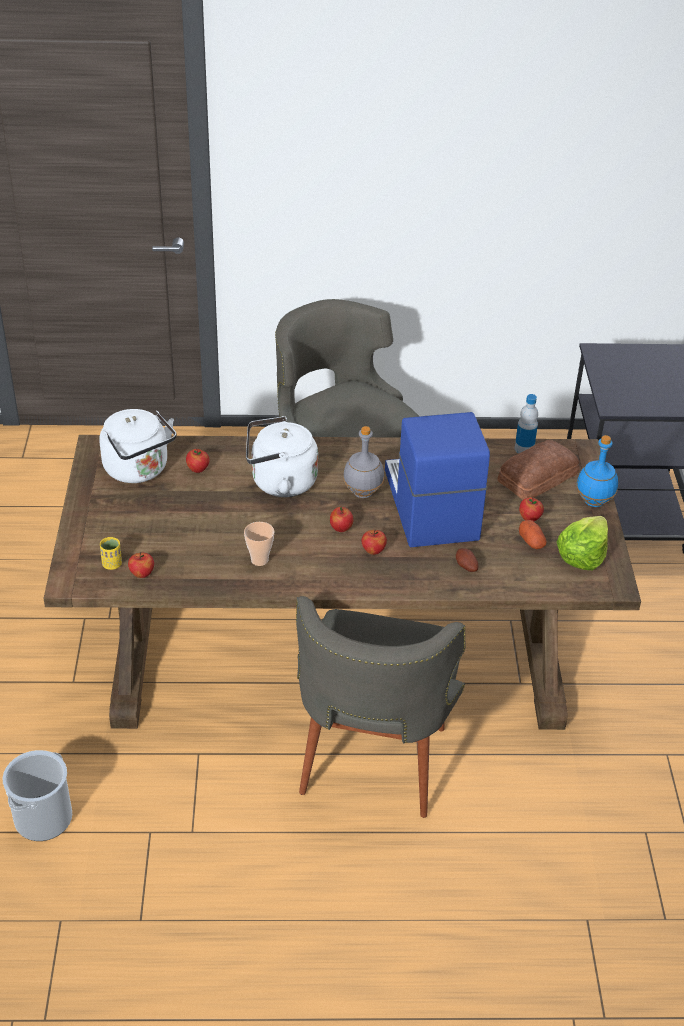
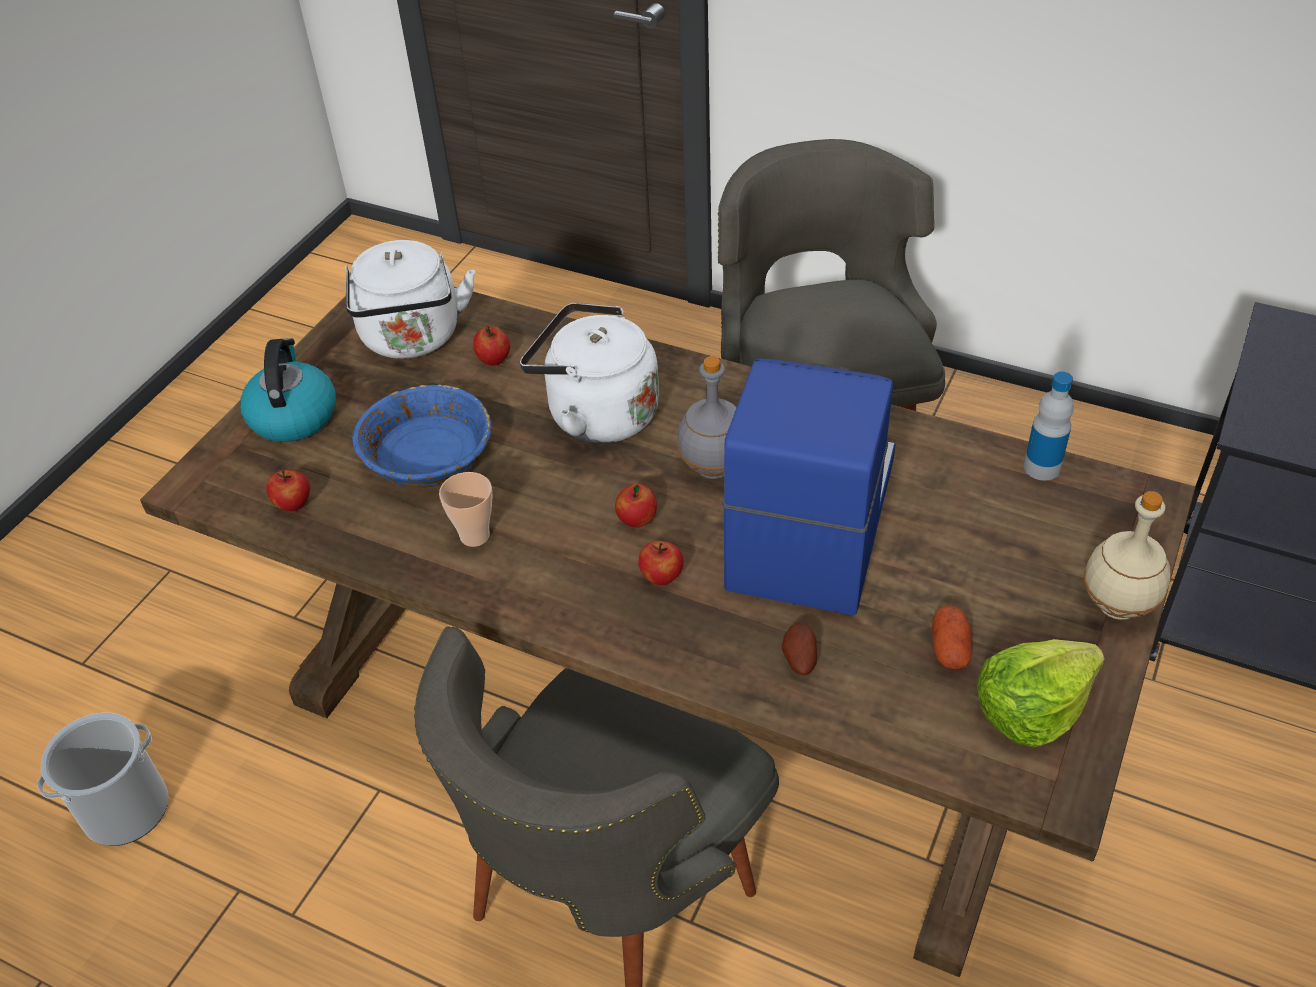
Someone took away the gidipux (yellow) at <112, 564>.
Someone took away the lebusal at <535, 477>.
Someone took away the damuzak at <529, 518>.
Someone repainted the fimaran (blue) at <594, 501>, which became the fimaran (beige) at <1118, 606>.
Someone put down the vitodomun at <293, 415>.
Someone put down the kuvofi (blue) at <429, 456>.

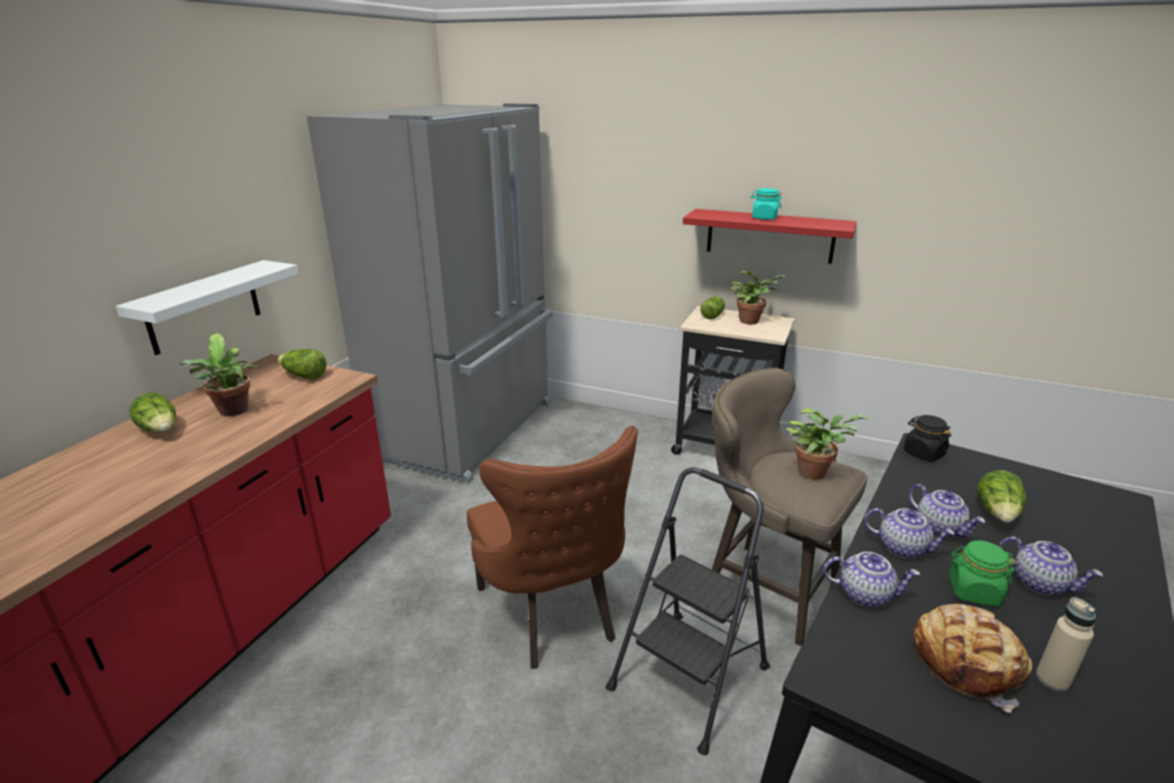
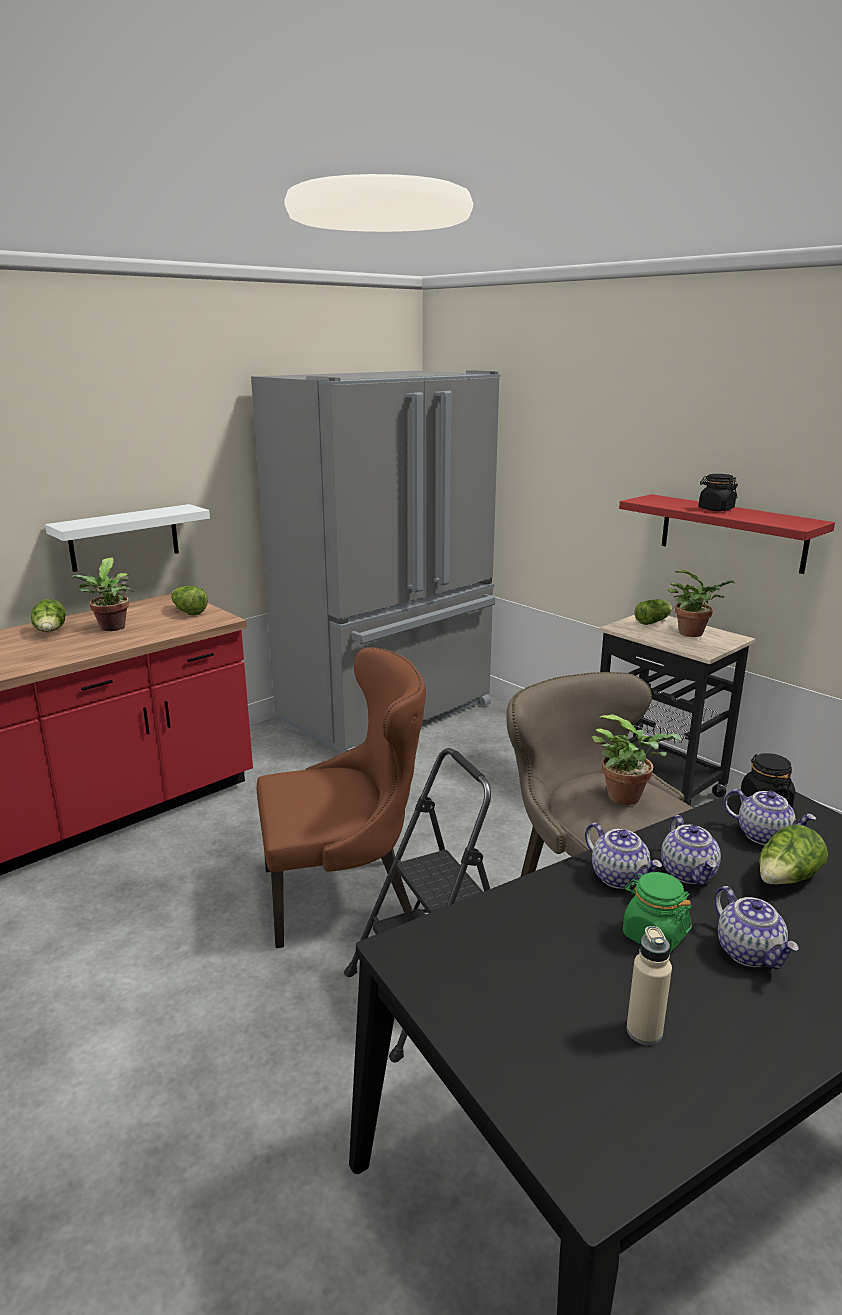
Someone rotated the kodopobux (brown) at <552, 614> by 105 degrees counterclockwise.
Someone repainted the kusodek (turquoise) at <764, 218>, which became the kusodek (black) at <715, 509>.
Someone carried the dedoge from <865, 594> to <764, 835>.
Someone took away the lebusal at <967, 663>.

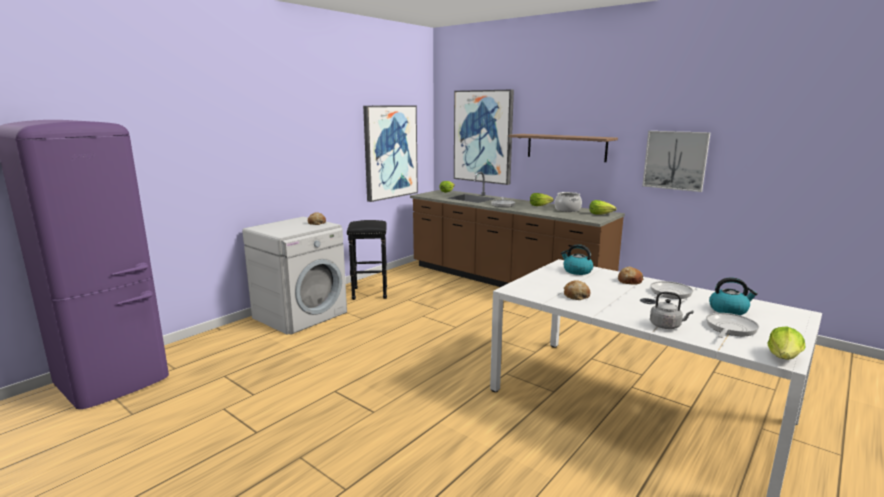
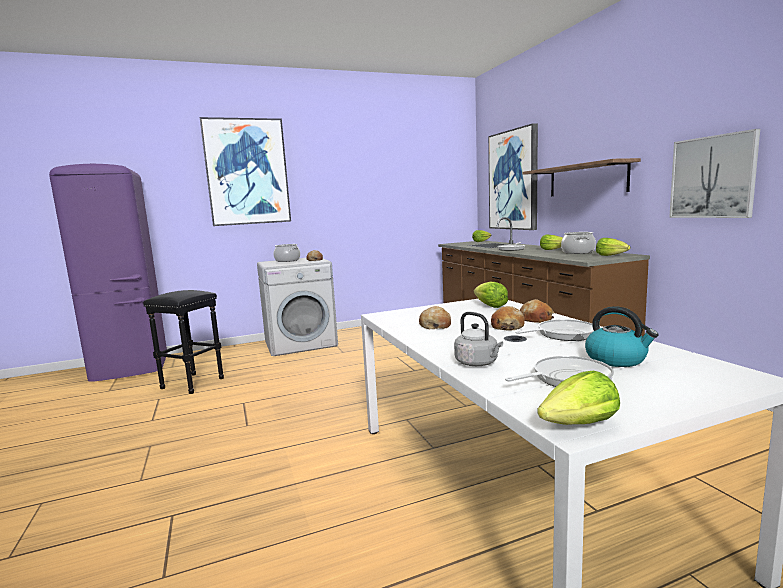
Someone carried the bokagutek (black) from <369, 293> to <192, 383>.
Someone carried the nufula from <390, 152> to <247, 172>.
Someone swapped the vitodomun at <577, 271> for the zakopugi at <490, 306>.
Someone put down the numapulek at <287, 260>.
Someone put down the lebusal at <507, 326>.

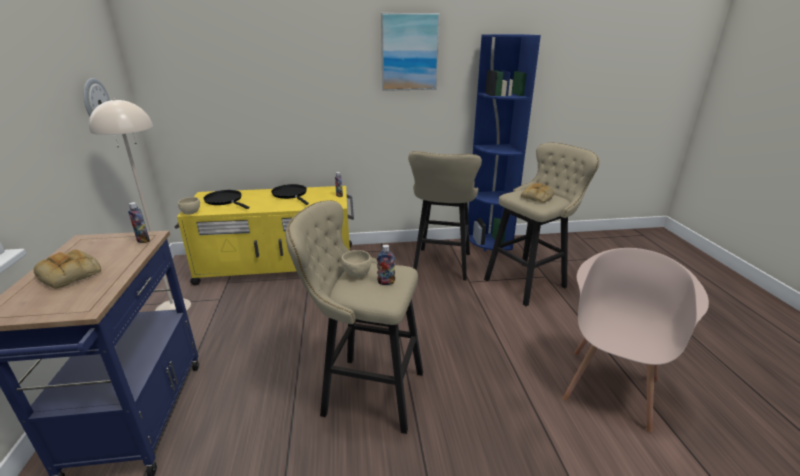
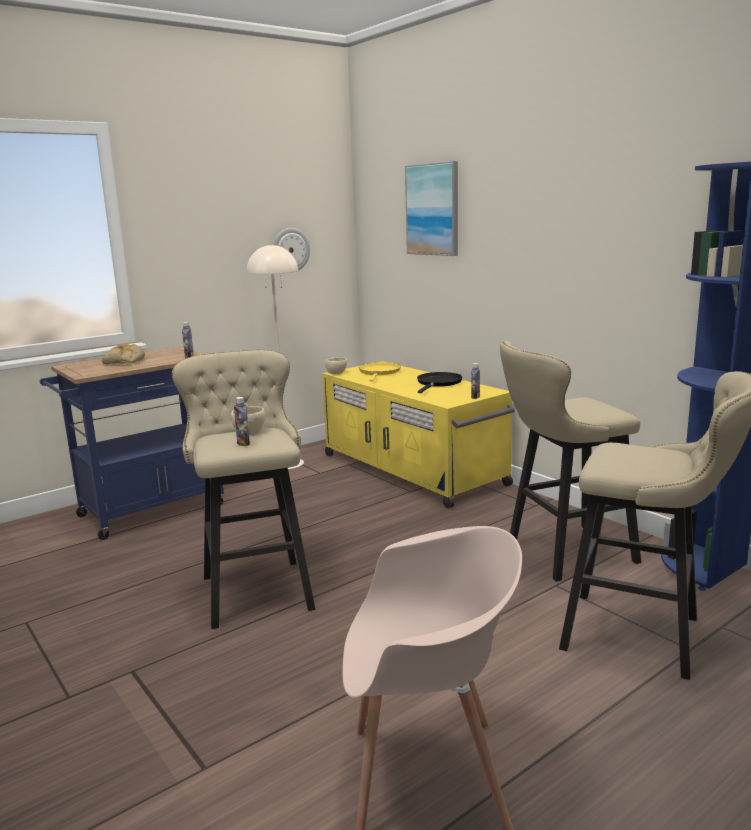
Someone repainted the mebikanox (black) at <225, 200>, which became the mebikanox (yellow) at <379, 372>.
Someone carried the nufula from <409, 52> to <433, 209>.
Someone took away the lebusal at <537, 197>.

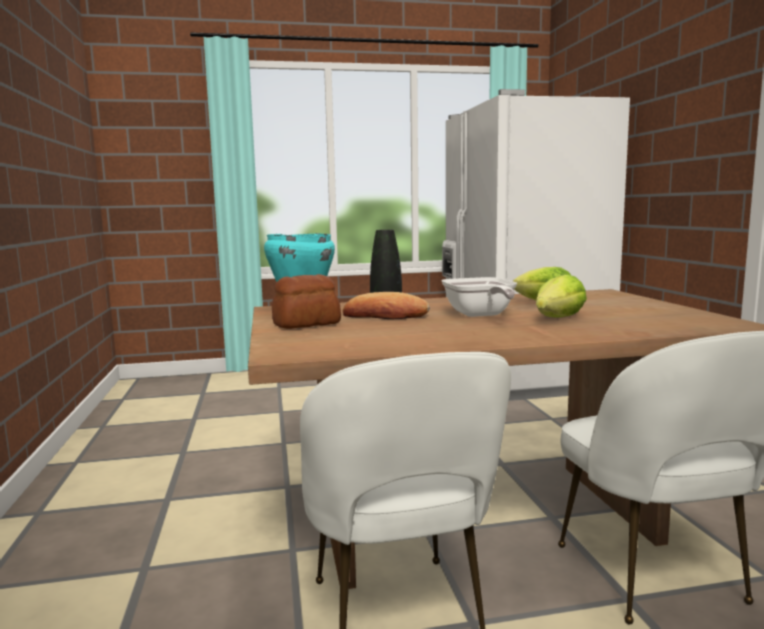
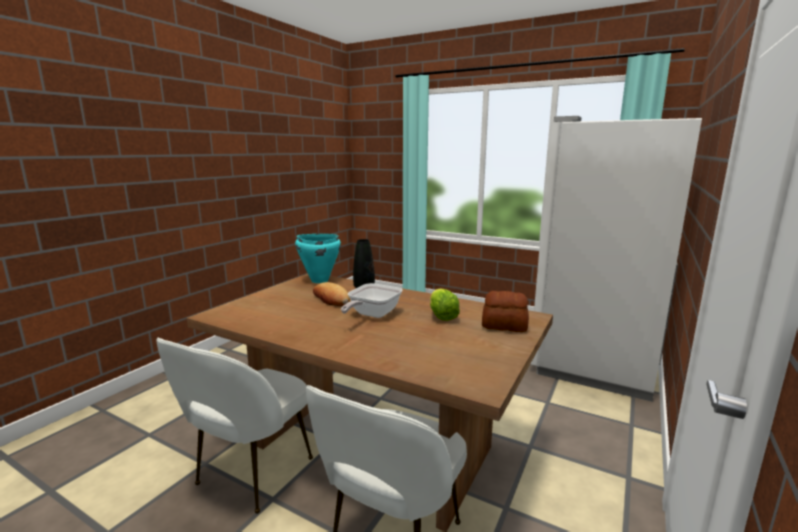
Someone carried the lebusal from <305, 324> to <503, 325>.
Someone took away the zakopugi at <559, 318>.

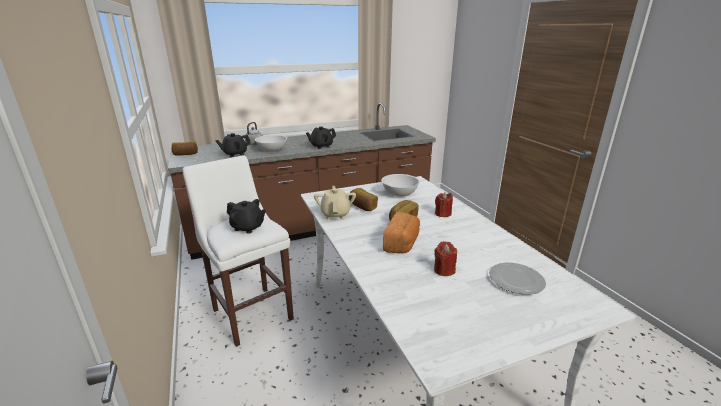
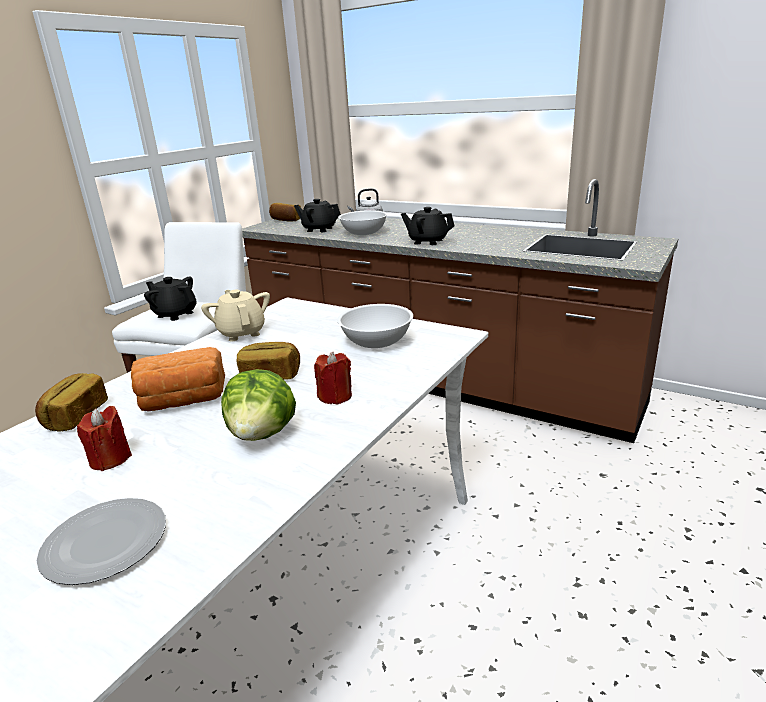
Someone rotated the dedoge (black) at <248, 227> by 135 degrees clockwise.
Someone rotated the dedoge (beige) at <335, 214> by 75 degrees counterclockwise.
Someone carried the lebusal from <362, 207> to <75, 416>.
Someone put down the zakopugi at <263, 434>.

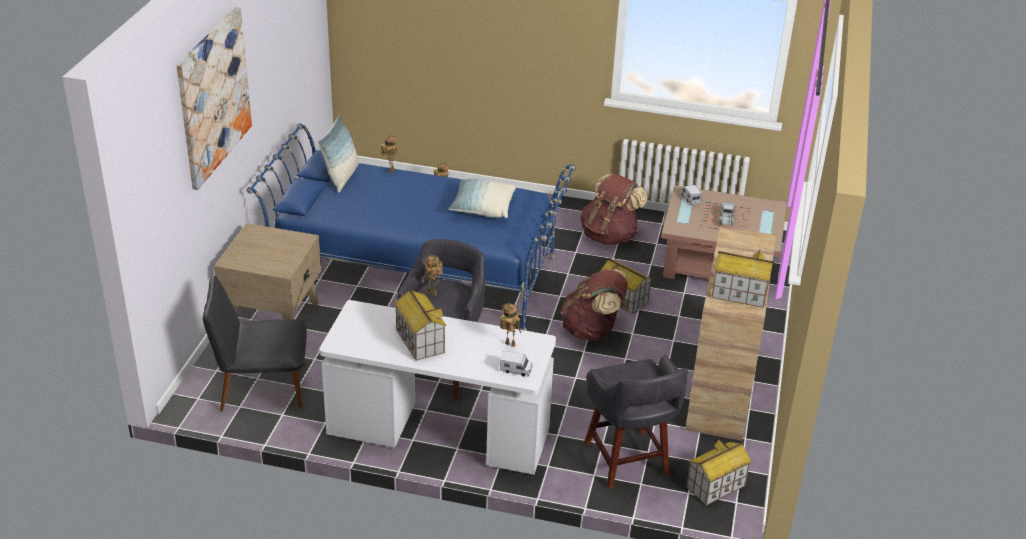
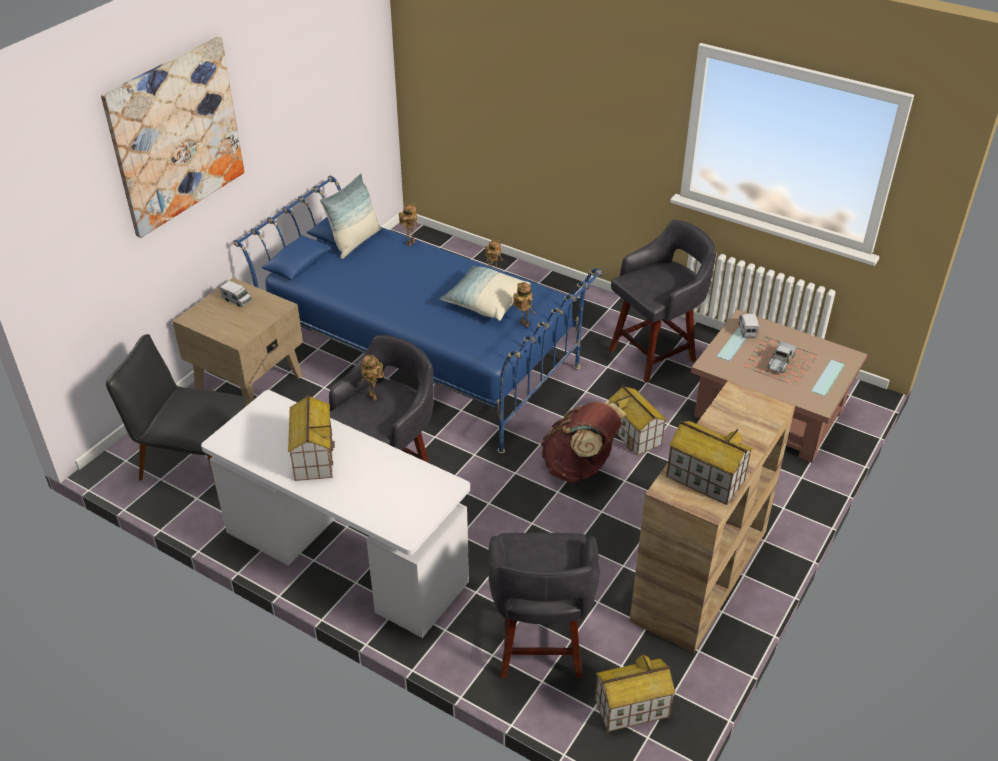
Someone carried the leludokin from <508, 345> to <523, 324>.
Someone carried the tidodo from <516, 370> to <237, 300>.
Someone swapped the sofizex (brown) at <609, 236> for the bokagutek (grey) at <655, 354>.

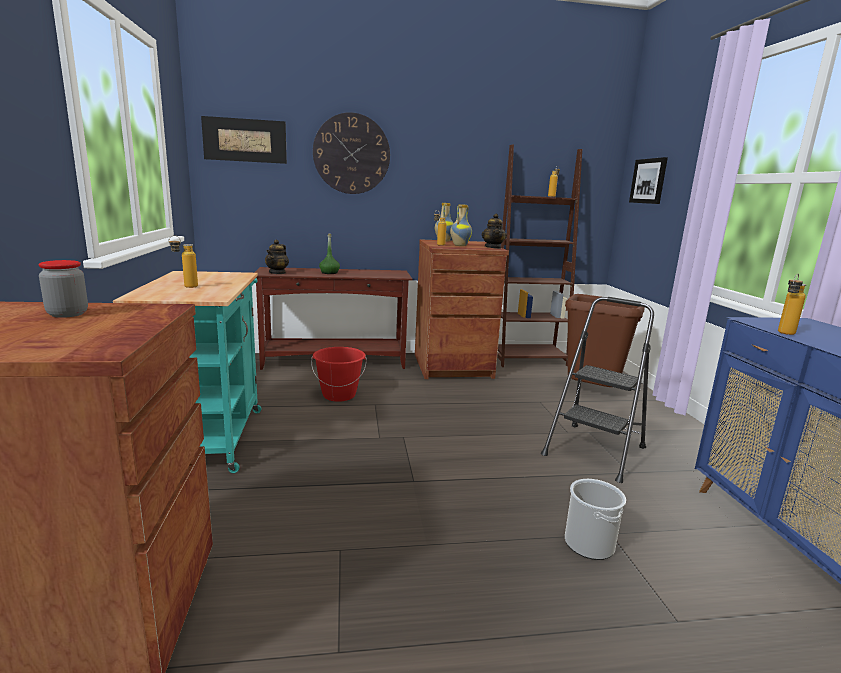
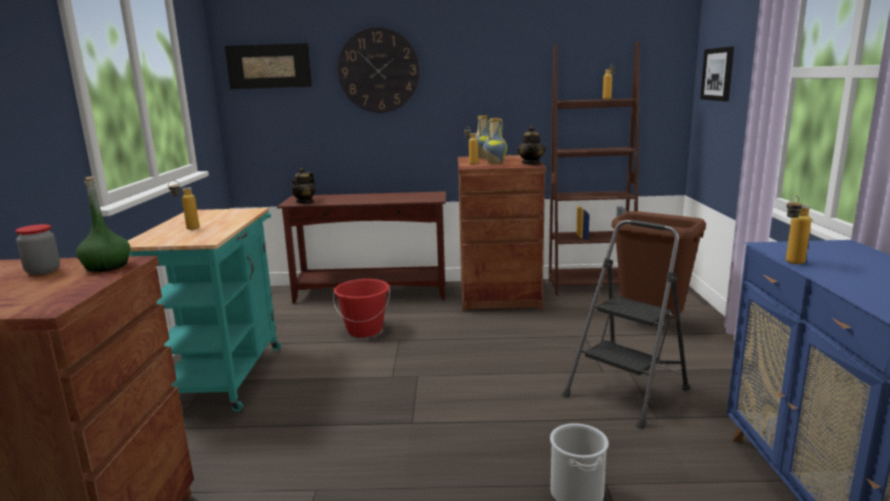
Someone carried the fimaran (green) from <329, 273> to <107, 266>.

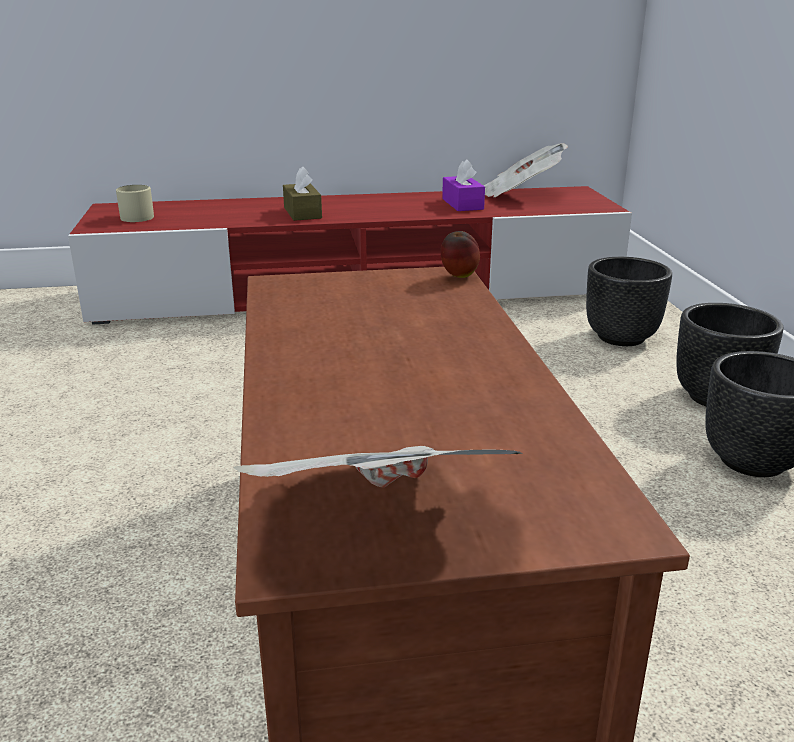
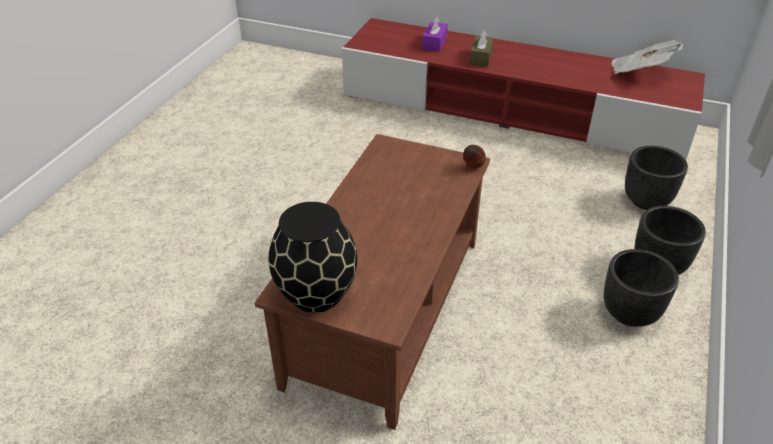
Someone took away the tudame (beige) at <134, 217>.
Someone swapped the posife at <383, 522> for the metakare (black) at <316, 292>.
Someone carried the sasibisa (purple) from <462, 204> to <434, 43>.

